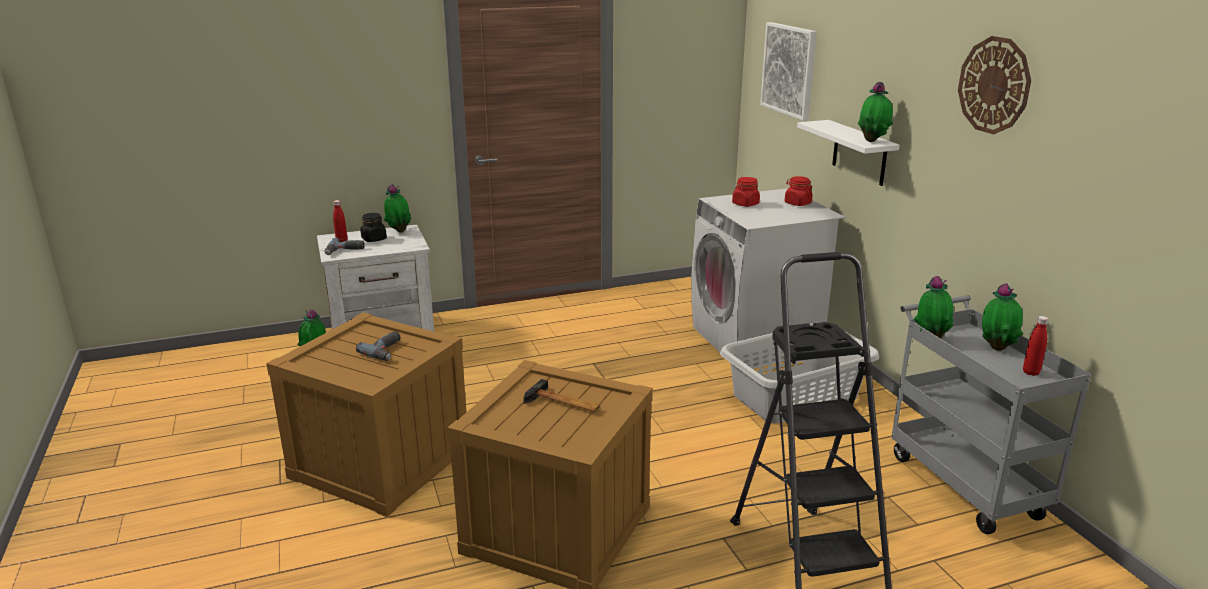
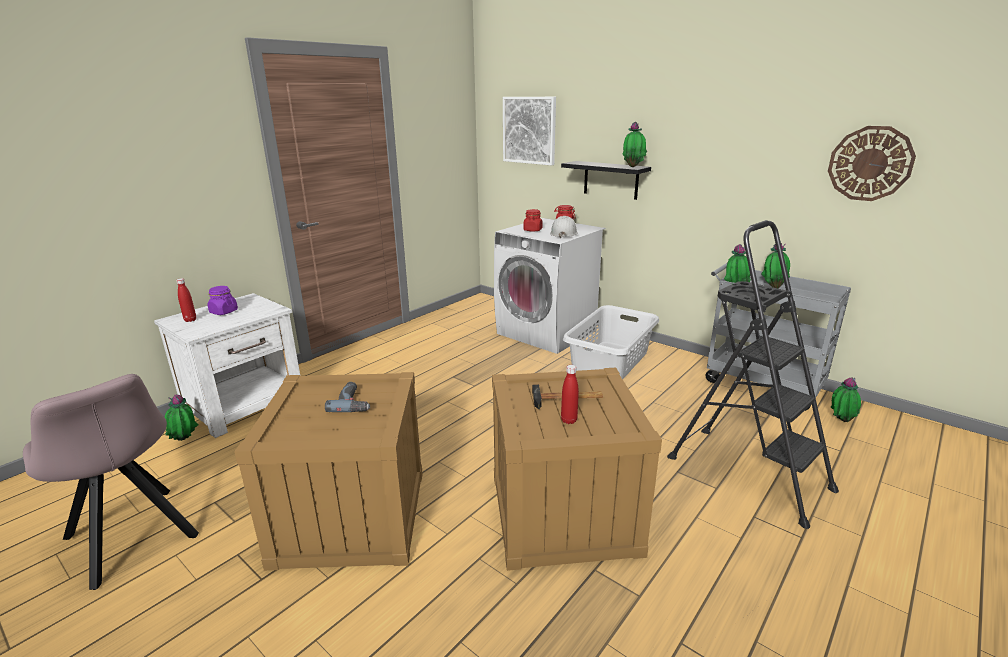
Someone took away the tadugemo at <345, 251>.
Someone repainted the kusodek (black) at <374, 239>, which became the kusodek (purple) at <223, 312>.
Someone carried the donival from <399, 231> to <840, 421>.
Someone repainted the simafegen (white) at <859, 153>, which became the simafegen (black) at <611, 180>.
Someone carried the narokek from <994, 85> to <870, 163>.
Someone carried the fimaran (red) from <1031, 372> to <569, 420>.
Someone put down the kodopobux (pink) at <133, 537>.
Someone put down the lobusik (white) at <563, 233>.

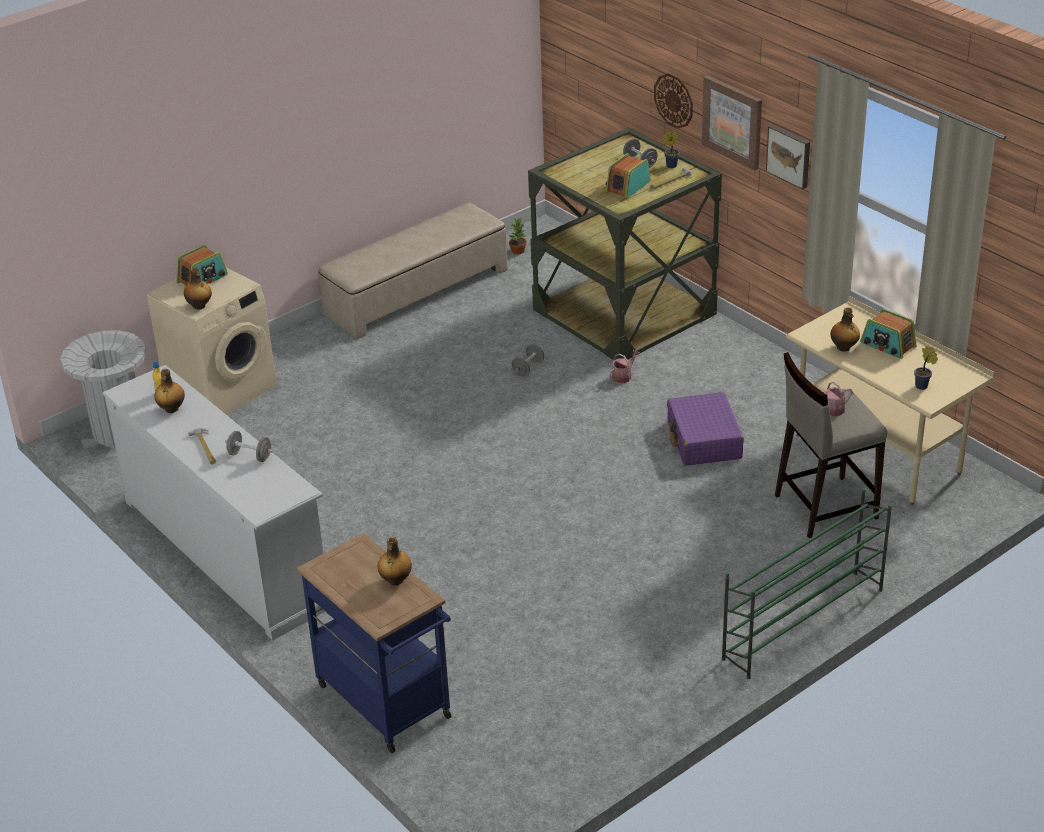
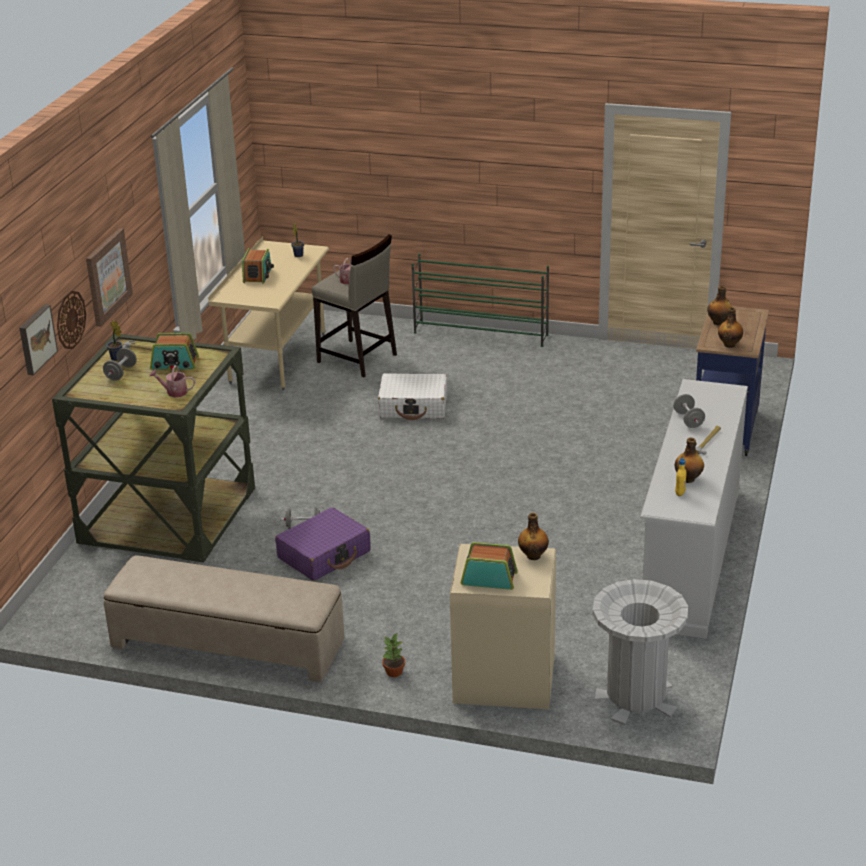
Someone carried the donival from <518, 251> to <393, 672>.
Someone carried the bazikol from <623, 376> to <174, 392>.
Someone carried the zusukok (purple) from <704, 440> to <324, 555>.
Someone carried the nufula from <789, 155> to <36, 339>.
Someone carried the fimaran from <843, 348> to <729, 344>.
Someone put down the zusukok (white) at <414, 406>.

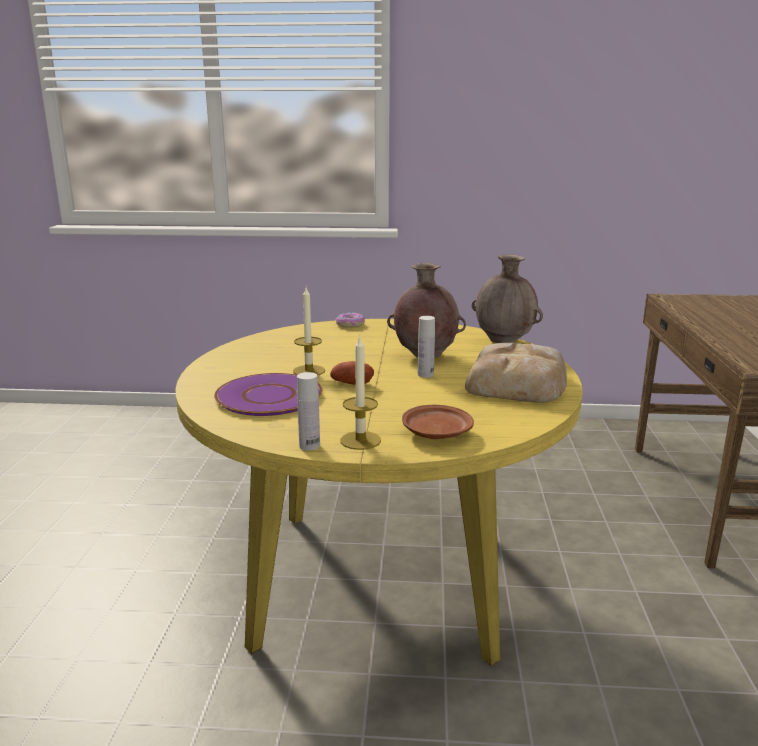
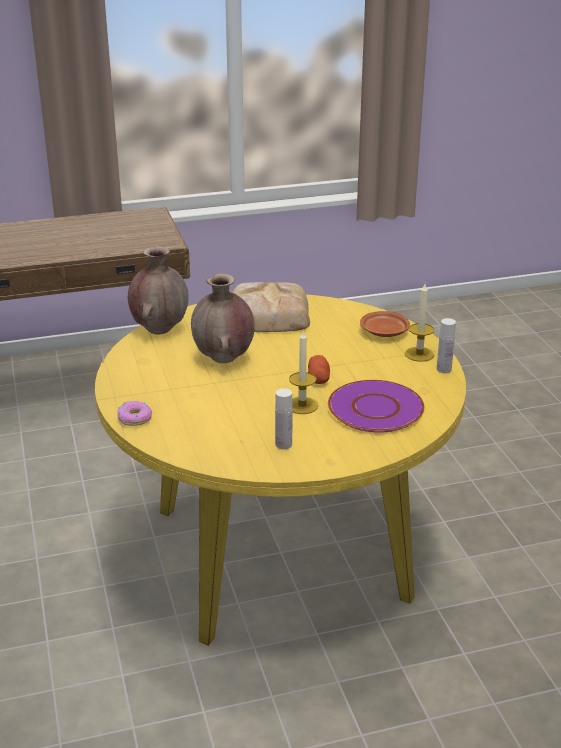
Someone carried the fimaran (white) from <425, 374> to <283, 444>.

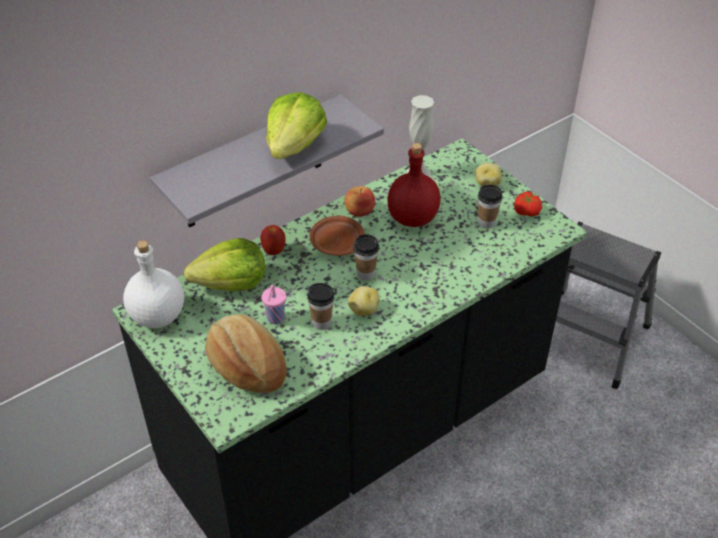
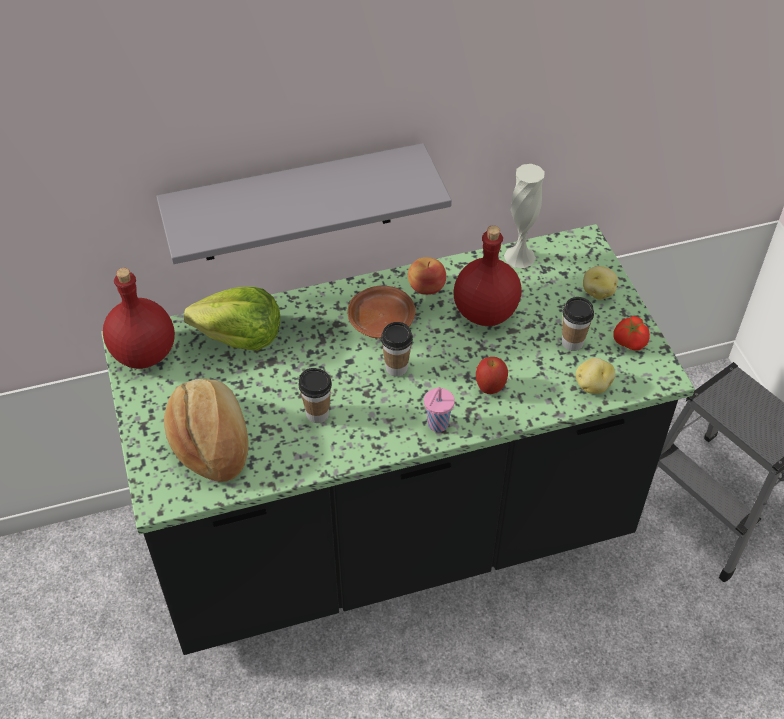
Someone repainted the fimaran (white) at <158, 316>, which became the fimaran (red) at <144, 354>.
Someone carried the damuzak from <274, 252> to <490, 388>.
Someone carried the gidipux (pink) from <275, 319> to <437, 425>.
Someone took away the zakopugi at <295, 145>.
Someone carried the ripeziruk from <363, 309> to <592, 385>.

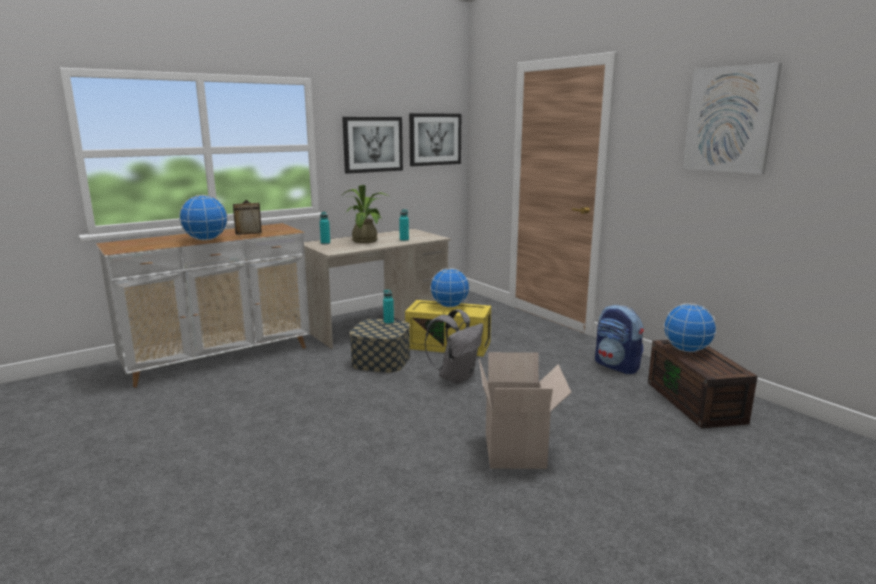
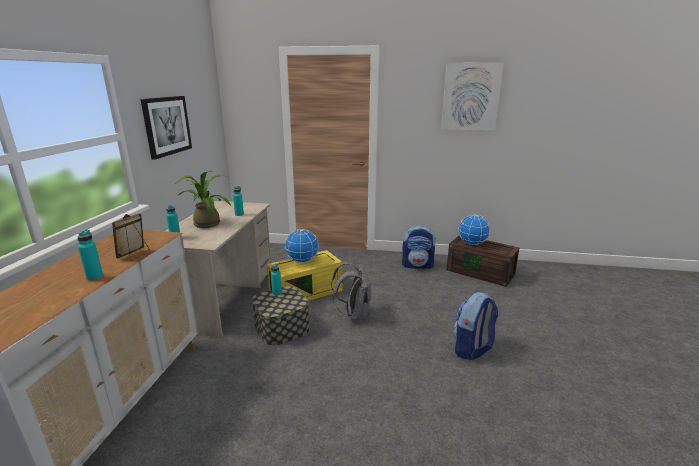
Someone swapped the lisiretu at <206, 240> for the fimaran (turquoise) at <95, 277>.
Someone took away the nufula at <435, 139>.
Someone swapped the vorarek at <517, 451> for the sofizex at <472, 349>.

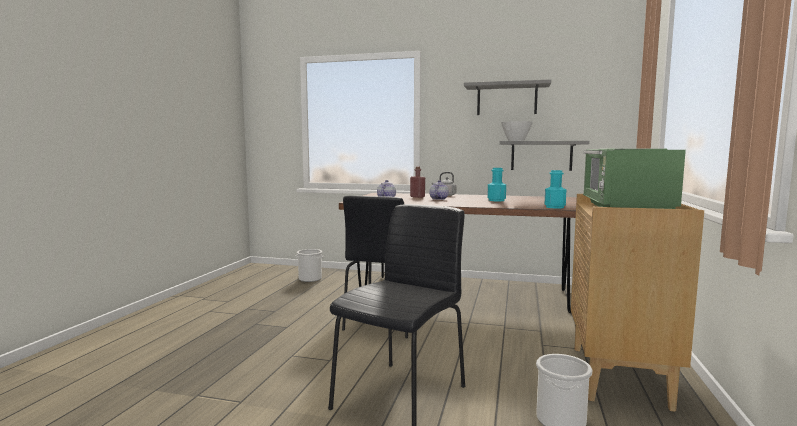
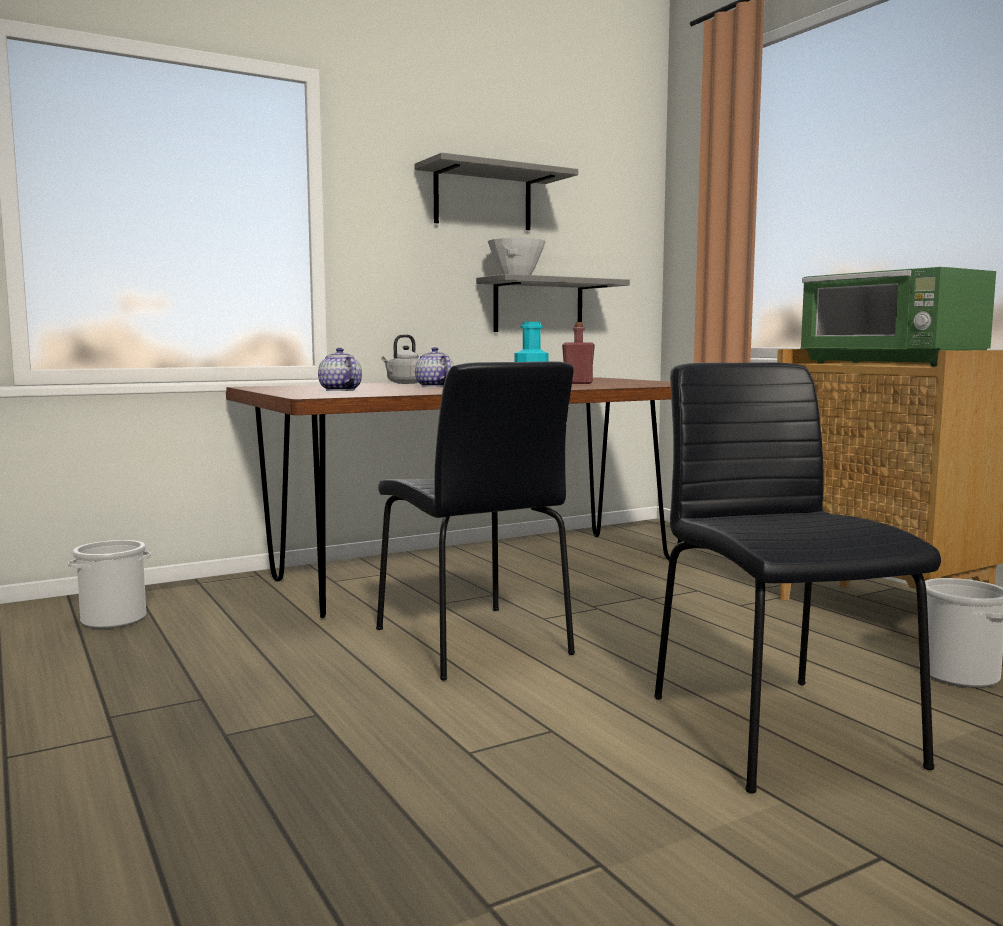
Someone carried the fimaran (red) from <417, 197> to <577, 383>.
Someone took away the fimaran (turquoise) at <554, 207>.

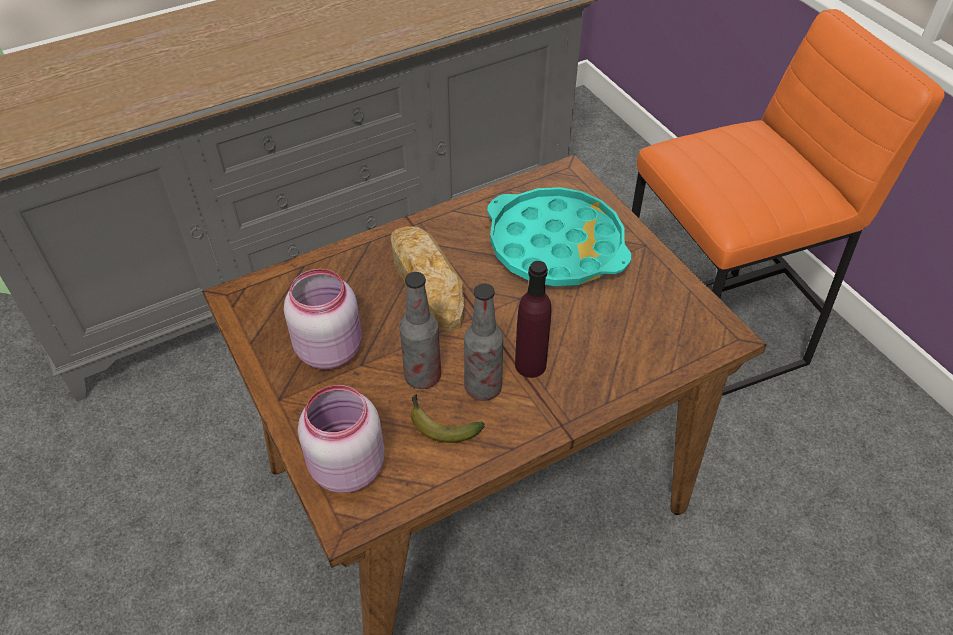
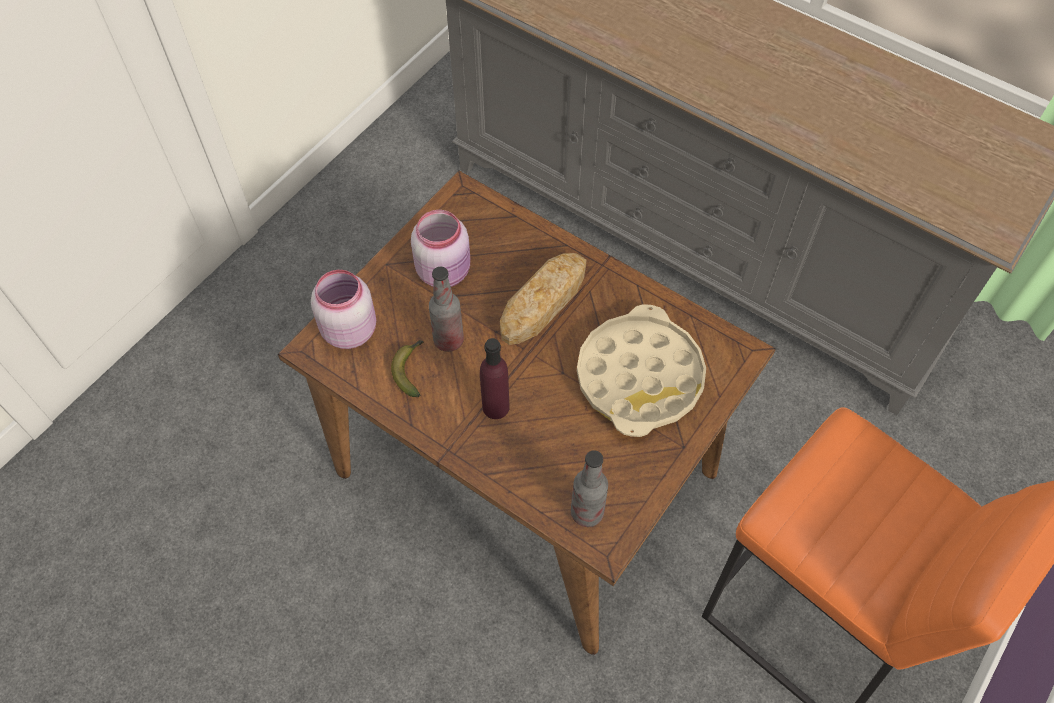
Someone carried the fimaran from <483, 388> to <587, 512>.
Someone repainted the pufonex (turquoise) at <556, 246>, which became the pufonex (beige) at <639, 377>.

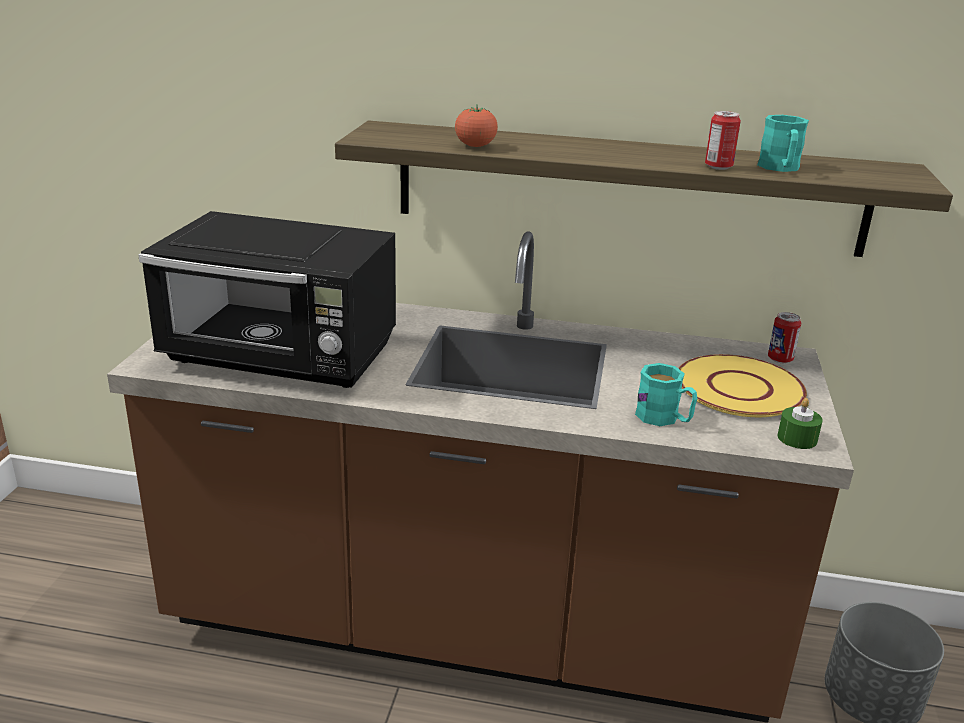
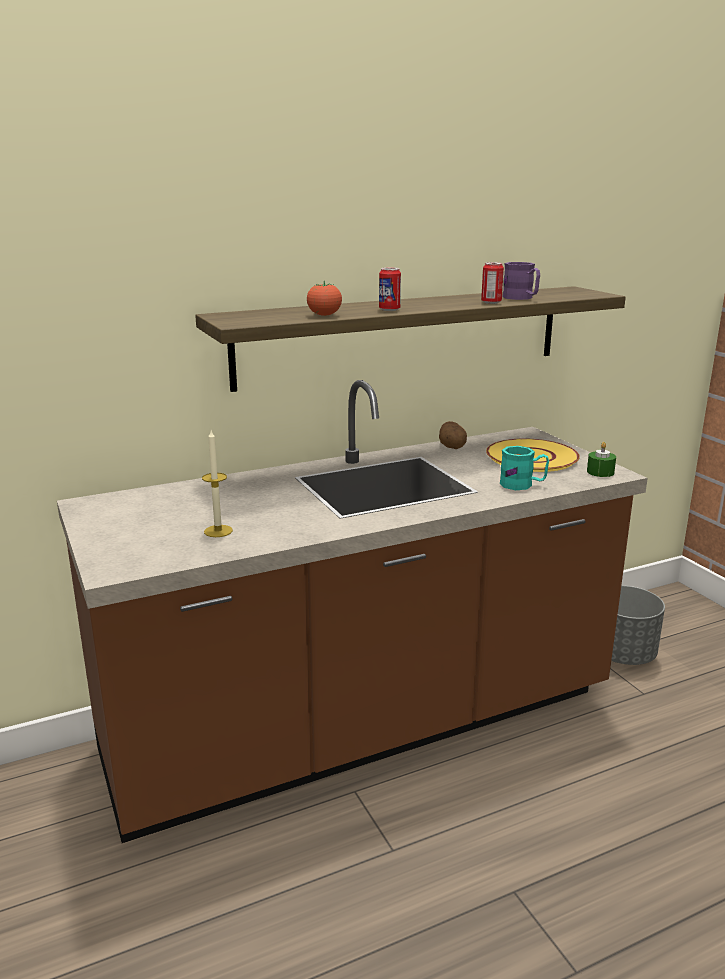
Someone swapped the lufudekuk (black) at <282, 358> for the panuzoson at <218, 531>.
Someone repainted the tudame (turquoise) at <780, 168>, which became the tudame (purple) at <521, 298>.
Someone carried the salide from <780, 359> to <389, 310>.
Someone put down the ripeziruk at <452, 447>.

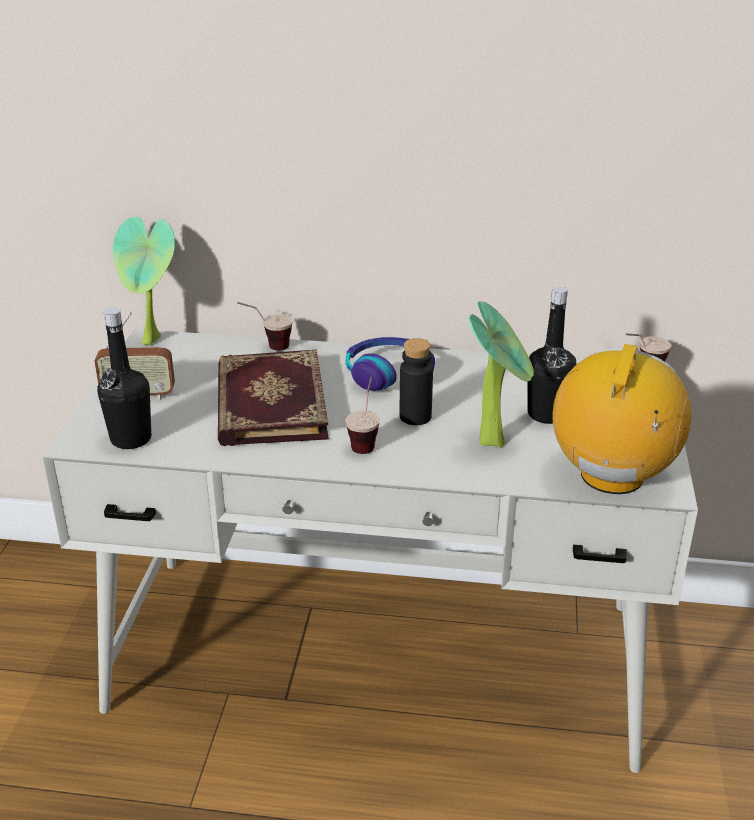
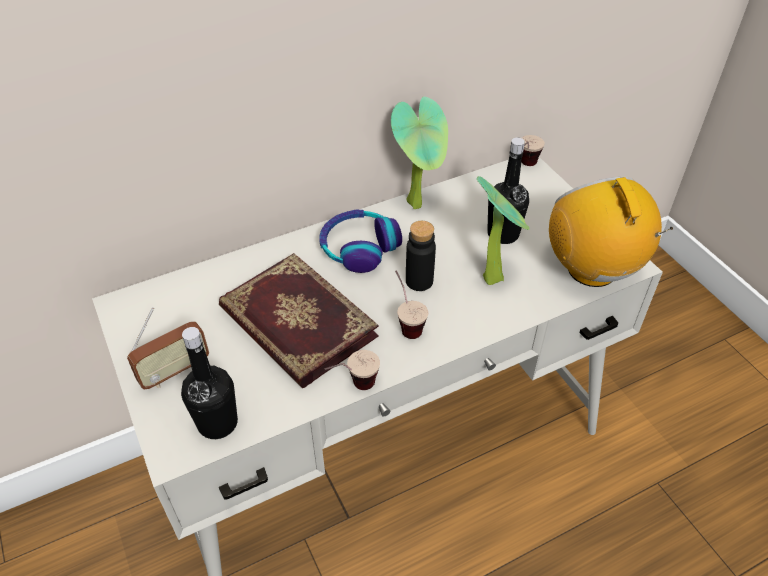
Someone carried the donival from <153, 342> to <418, 203>.
Someone carried the gidipux from <267, 346> to <353, 388>.

